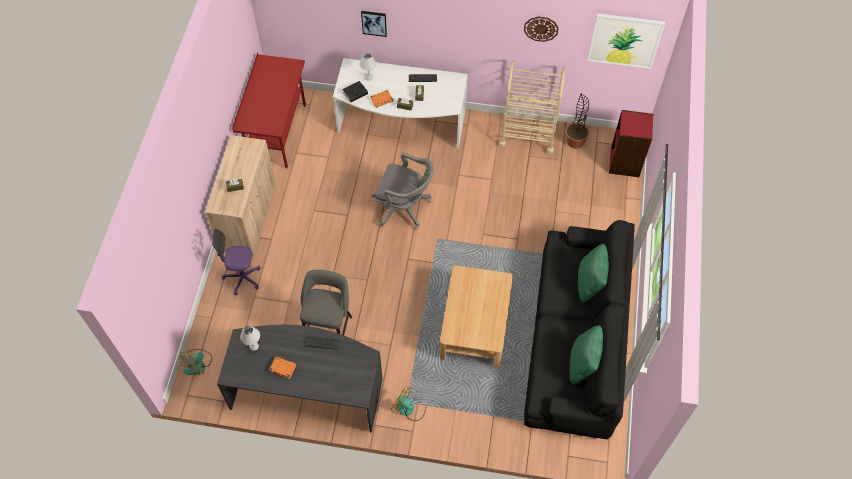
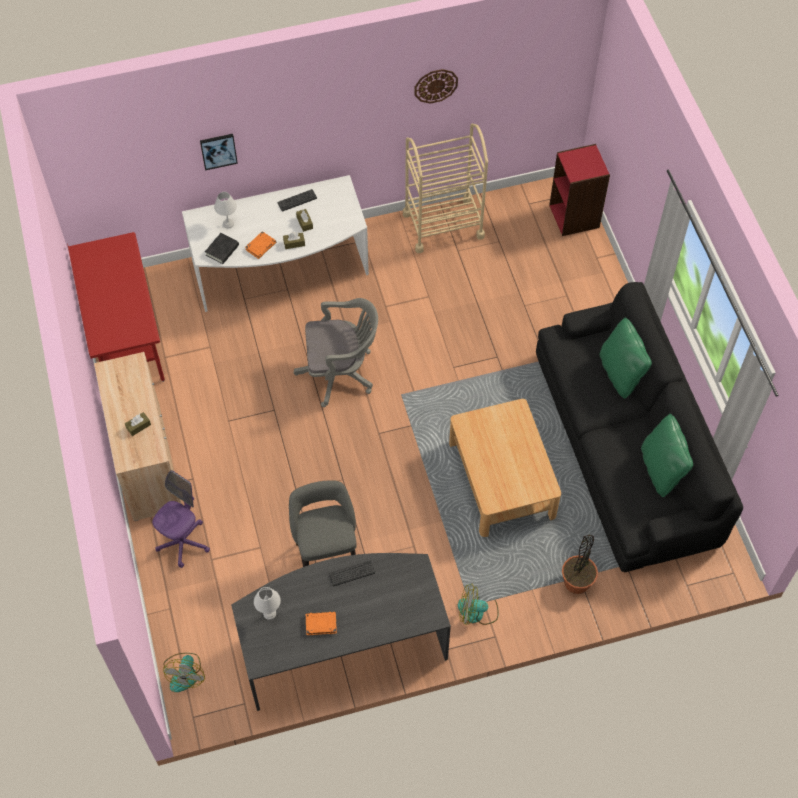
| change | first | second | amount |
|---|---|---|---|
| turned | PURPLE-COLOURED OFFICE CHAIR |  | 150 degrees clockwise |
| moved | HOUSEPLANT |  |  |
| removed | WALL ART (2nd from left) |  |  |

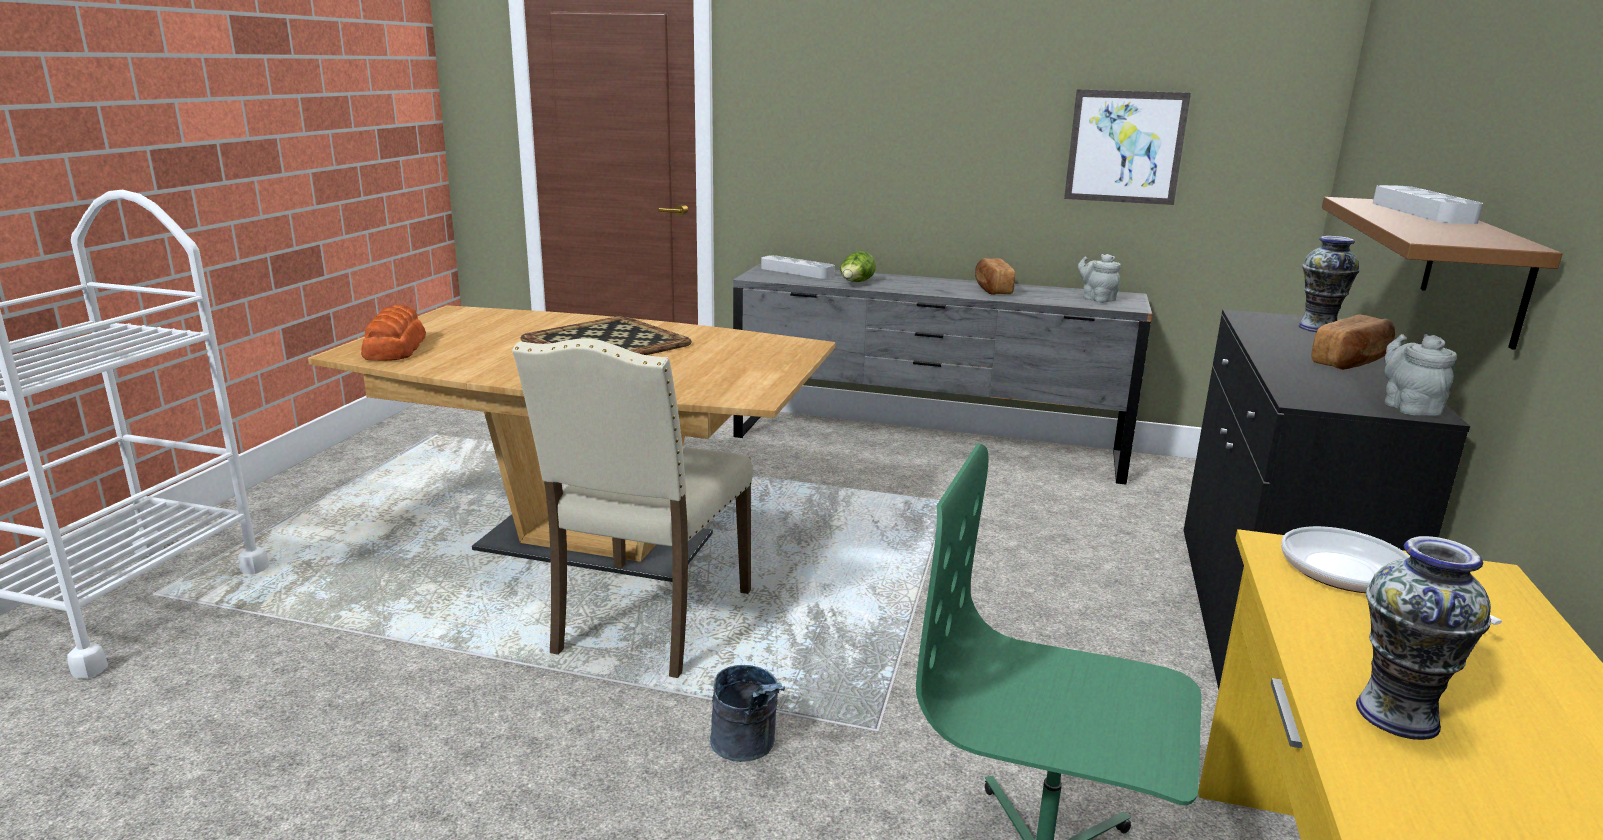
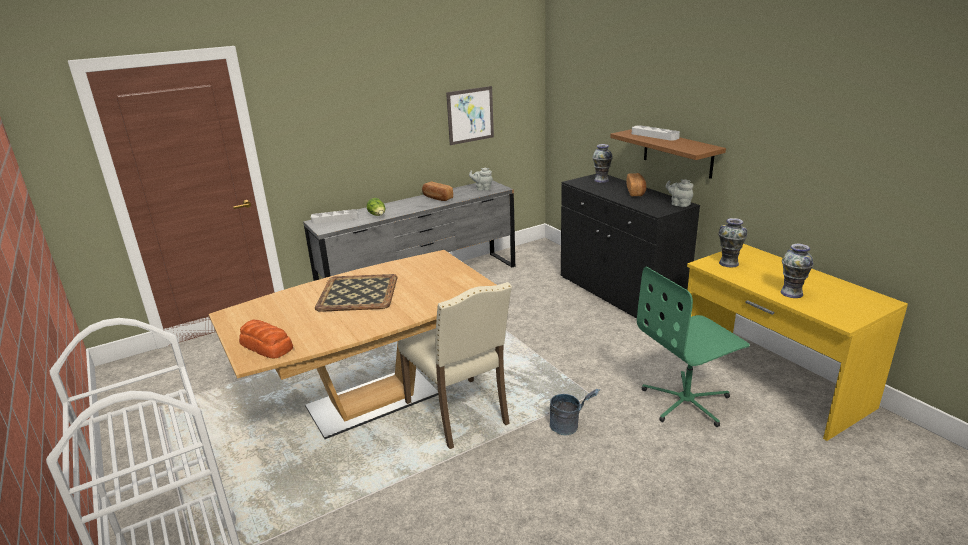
| change | first | second | amount |
|---|---|---|---|
| replaced | SKILLET | FLOWER VASE (2nd from left) |  |

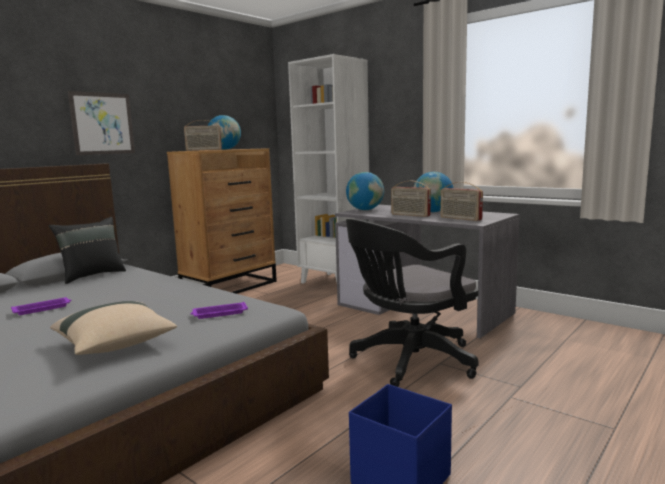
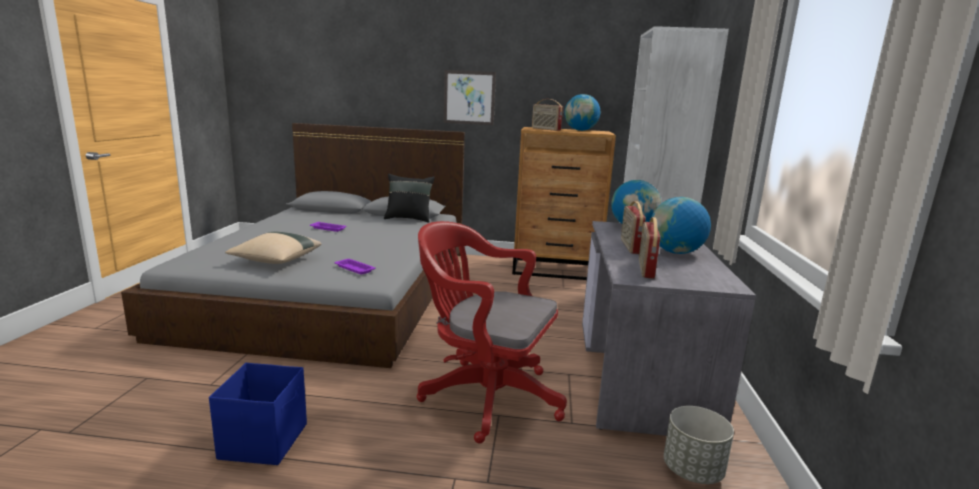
| change | first | second | amount |
|---|---|---|---|
| recoloured | BLACK OFFICE CHAIR | REDDISH OFFICE CHAIR |  |
| added |  | GRAY FLOWER POT |  |

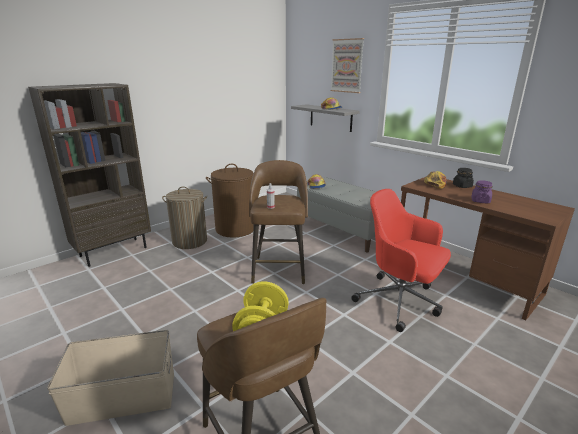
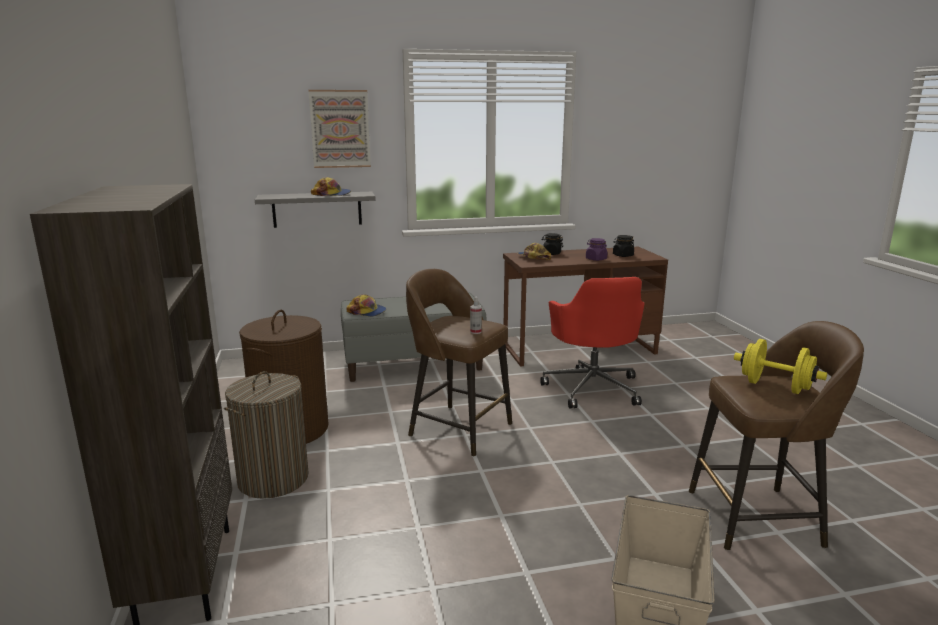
| change | first | second | amount |
|---|---|---|---|
| turned | REDDISH OFFICE CHAIR |  | 75 degrees counterclockwise |
| added |  | BLACK JAR (2nd from left) |  |

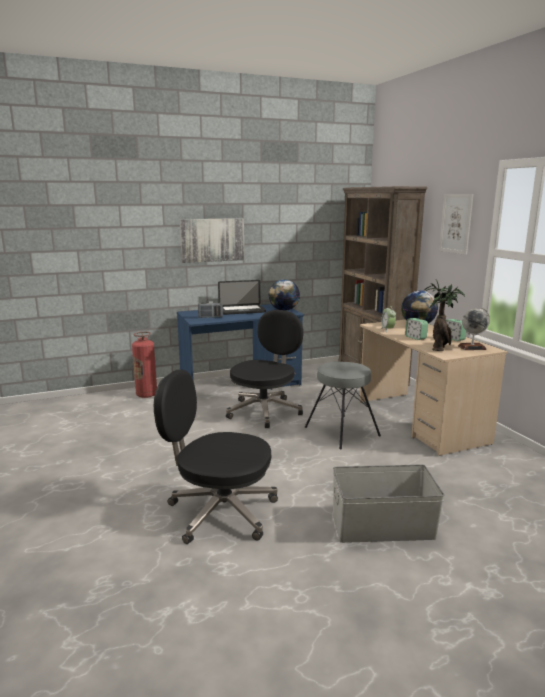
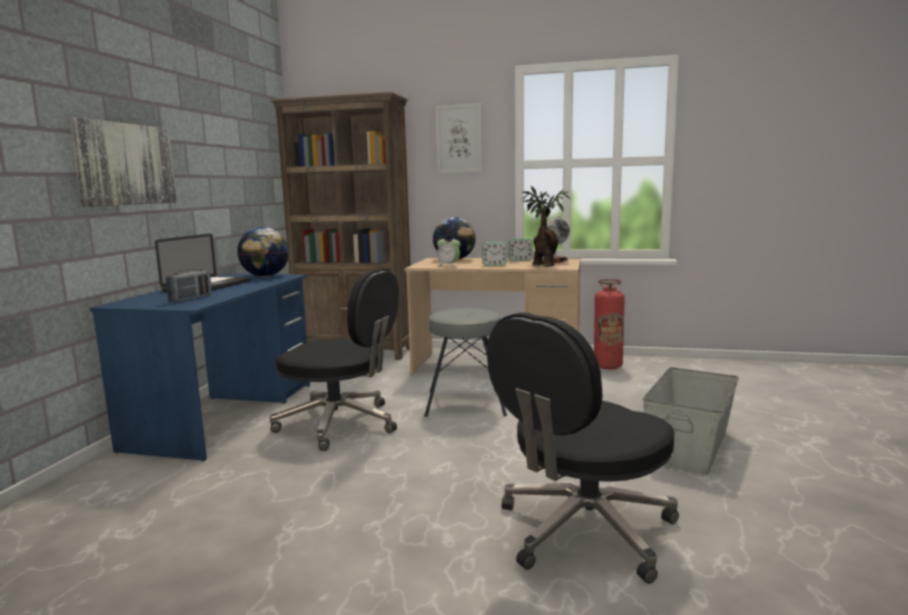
| change | first | second | amount |
|---|---|---|---|
| turned | BLACK OFFICE CHAIR (2nd from left in the first image) | BLACK OFFICE CHAIR (1st from left) | 135 degrees clockwise |
| moved | EXTINGUISHER |  |  |

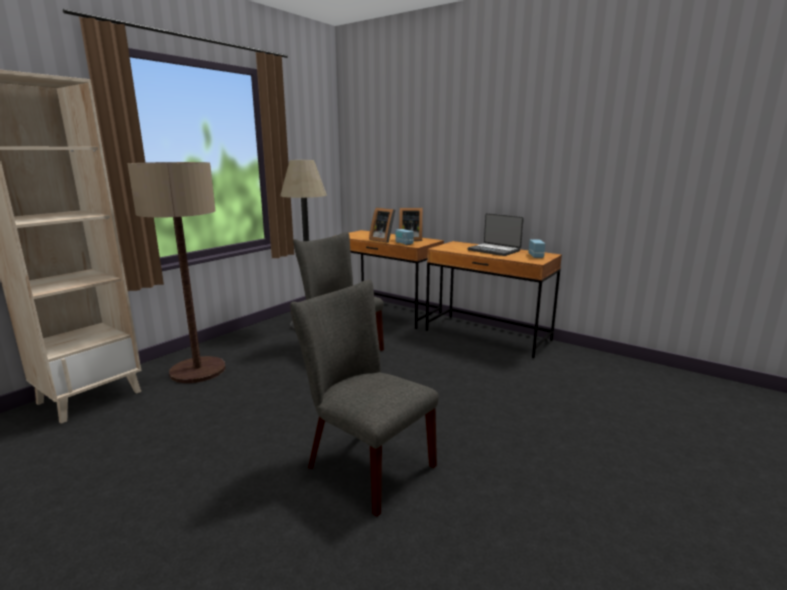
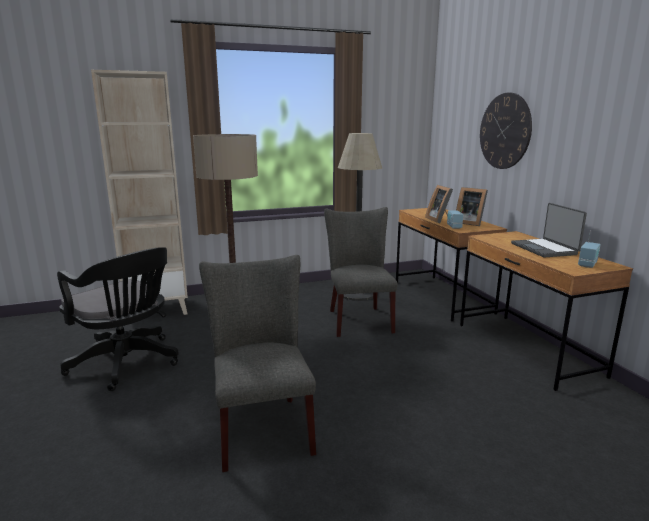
| change | first | second | amount |
|---|---|---|---|
| added |  | BLACK OFFICE CHAIR |  |
| added |  | HANGING CLOCK |  |

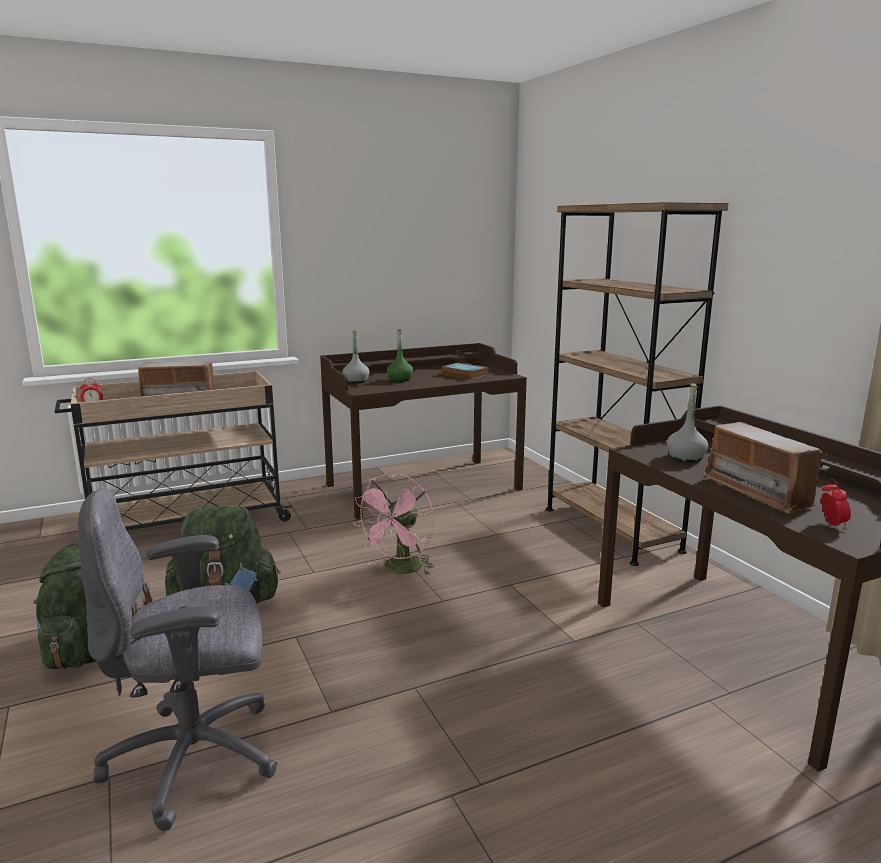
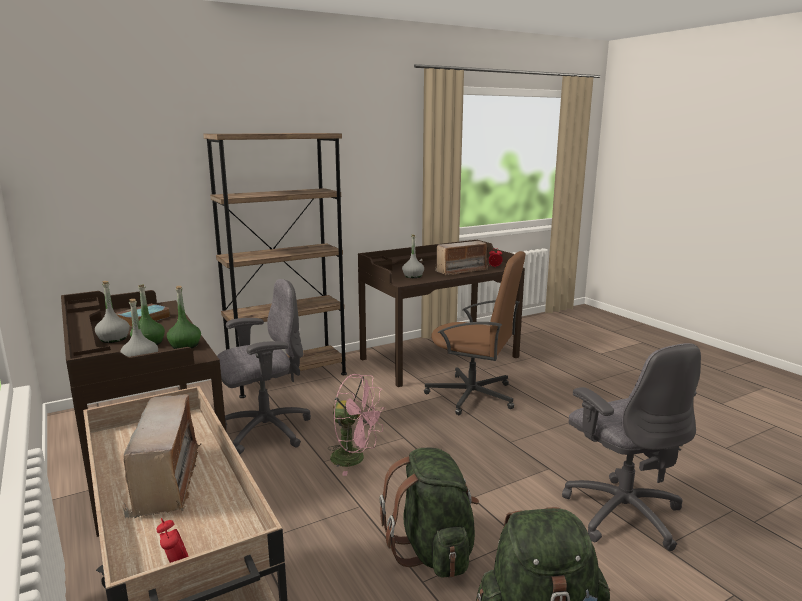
| change | first | second | amount |
|---|---|---|---|
| added |  | GRAY DRINK BOTTLE (1st from left) |  |
| added |  | GREENISH DRINK BOTTLE (2nd from left) |  |
| added |  | GRAY OFFICE CHAIR (1st from left) |  |
| added |  | BROWN-COLOURED OFFICE CHAIR |  |

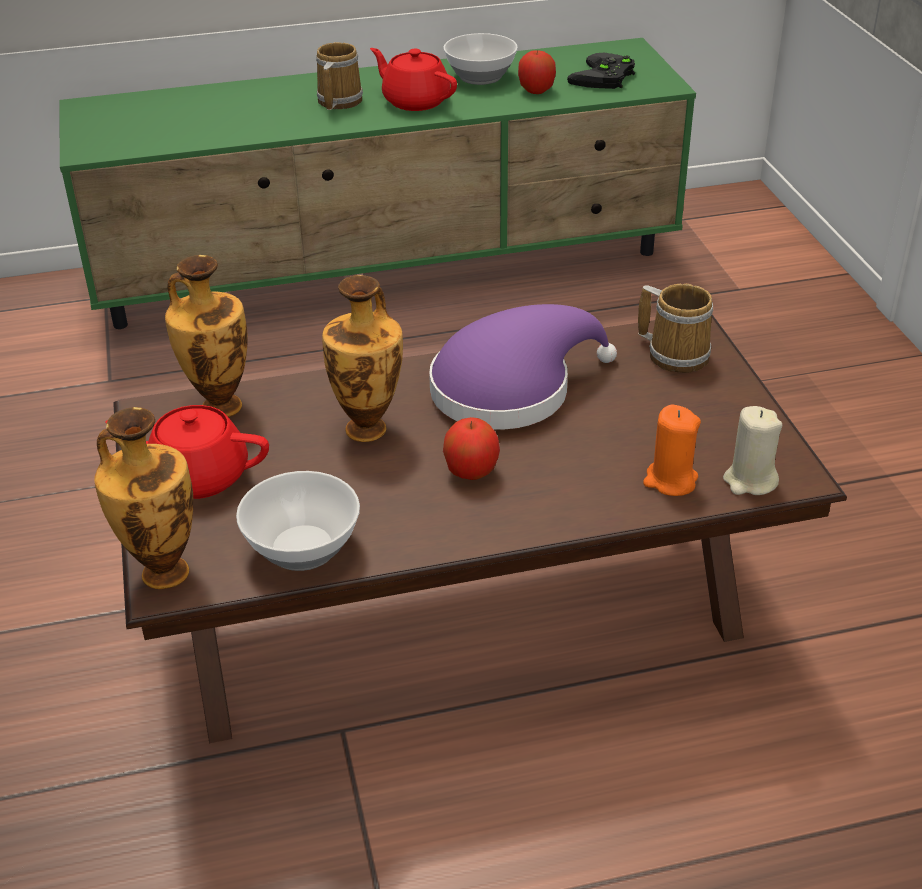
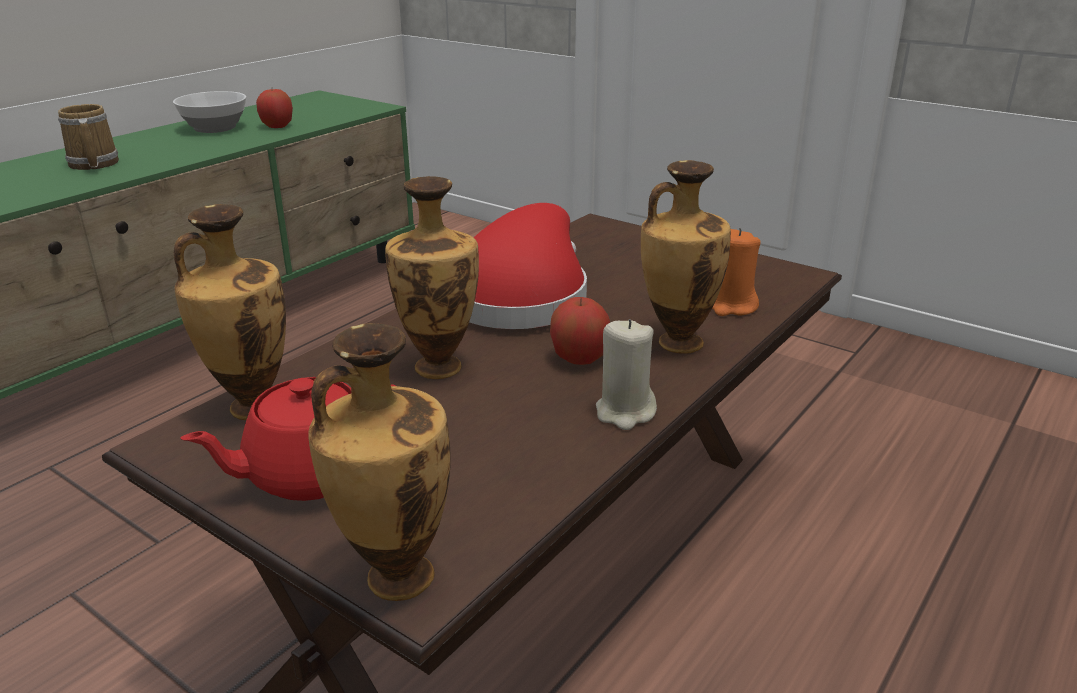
| change | first | second | amount |
|---|---|---|---|
| recoloured | PURPLE-COLOURED CLOTHING HAT | REDDISH CLOTHING HAT |  |
| moved | BEIGE-COLOURED CANDLE |  |  |
| added |  | FLOWER VASE (4th from left) |  |
| removed | BOWL (1st from left) |  |  |
| removed | REDDISH TEA POT (2nd from left) |  |  |
| removed | BLACK JOYPAD |  |  |
| removed | MUG (2nd from left) |  |  |

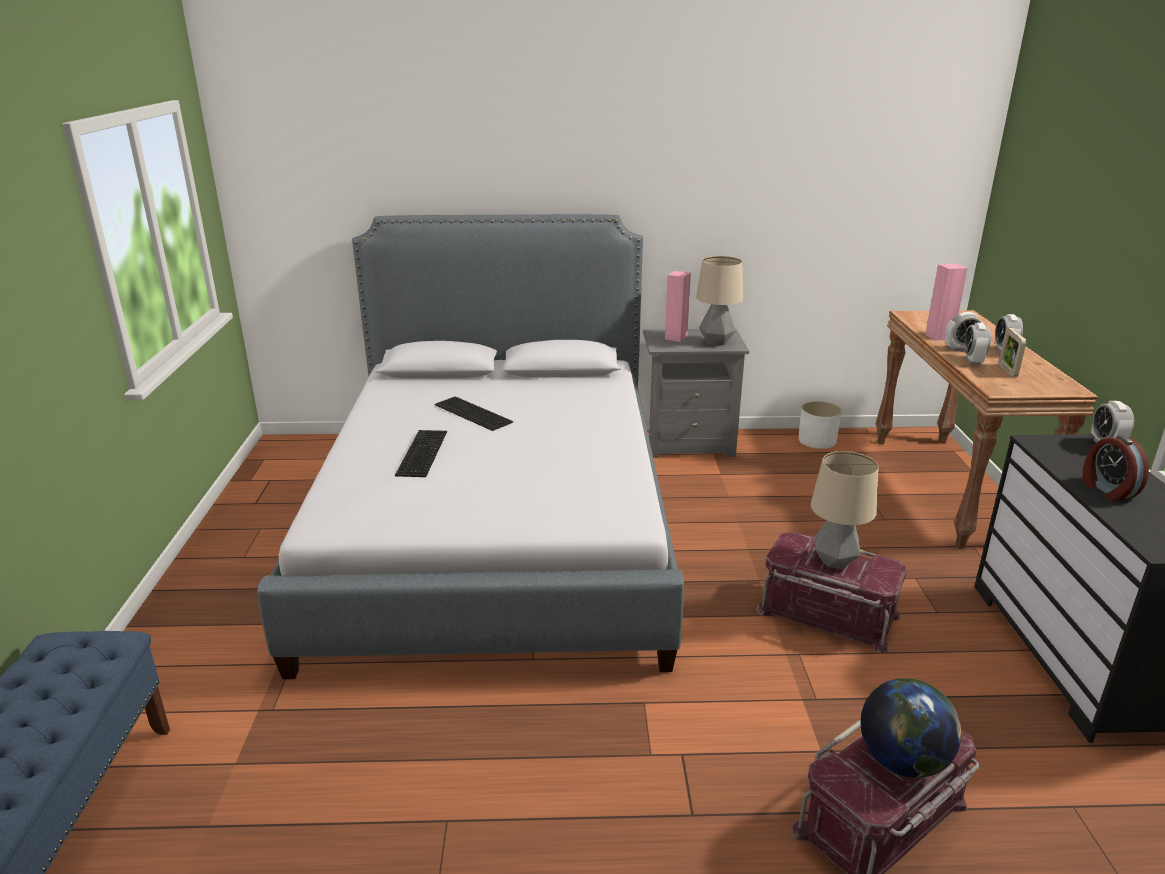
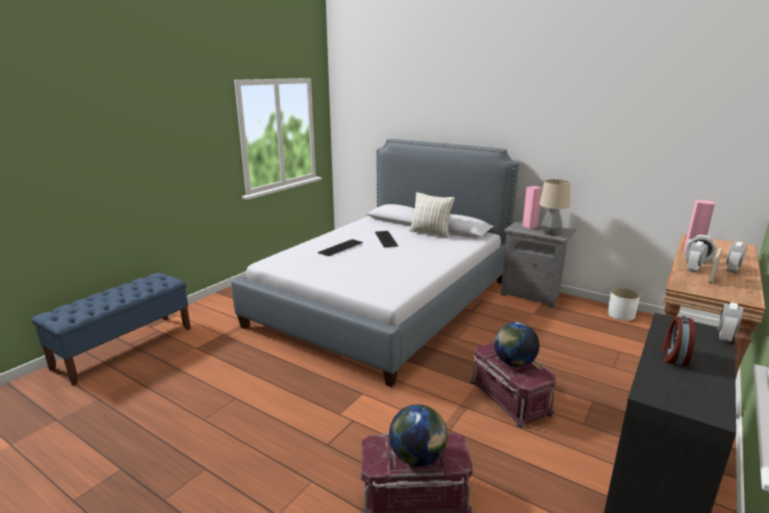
| change | first | second | amount |
|---|---|---|---|
| added |  | THROW PILLOW |  |
| replaced | LAMP FOR A TABLE (2nd from left) | DESK GLOBE (2nd from left) |  |

